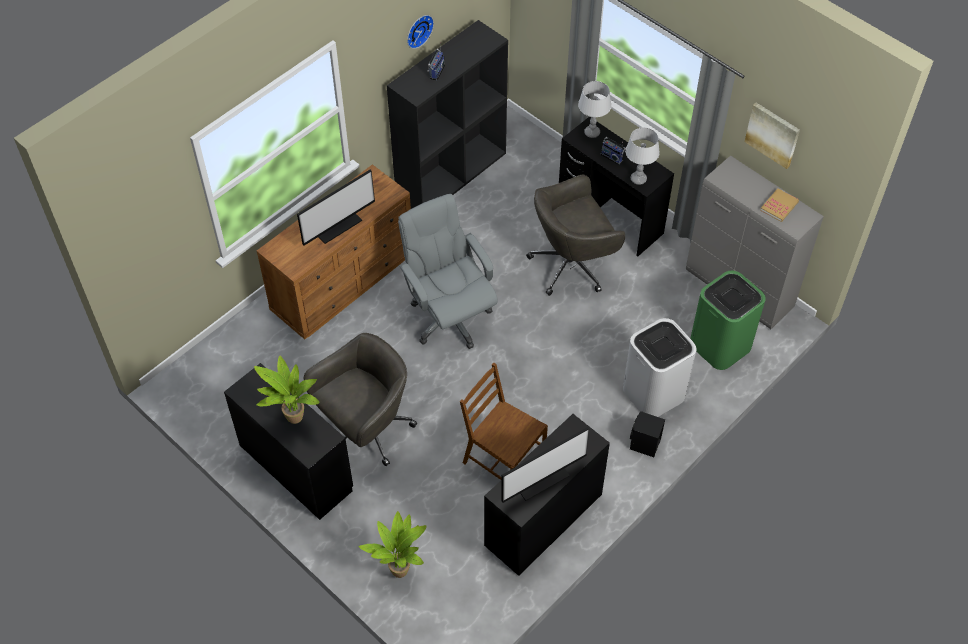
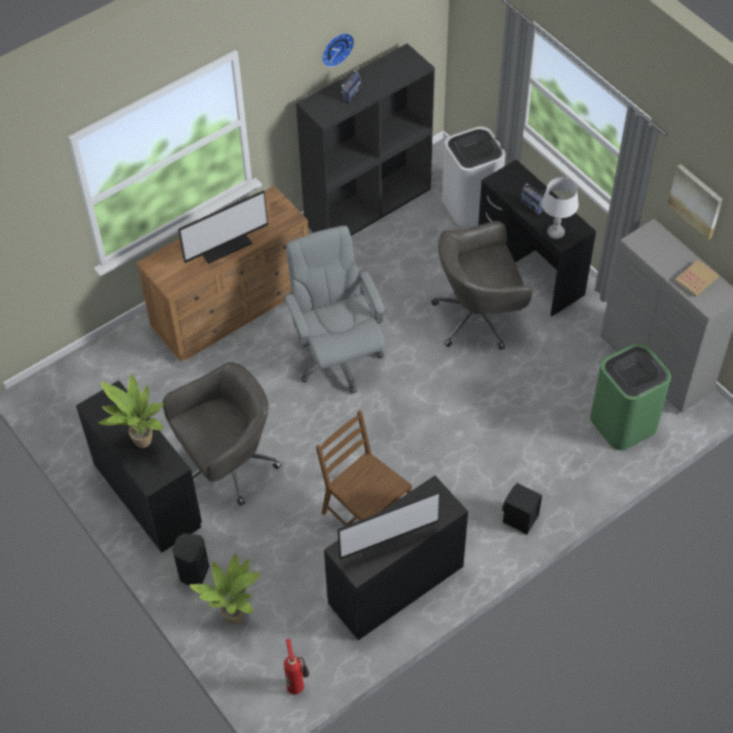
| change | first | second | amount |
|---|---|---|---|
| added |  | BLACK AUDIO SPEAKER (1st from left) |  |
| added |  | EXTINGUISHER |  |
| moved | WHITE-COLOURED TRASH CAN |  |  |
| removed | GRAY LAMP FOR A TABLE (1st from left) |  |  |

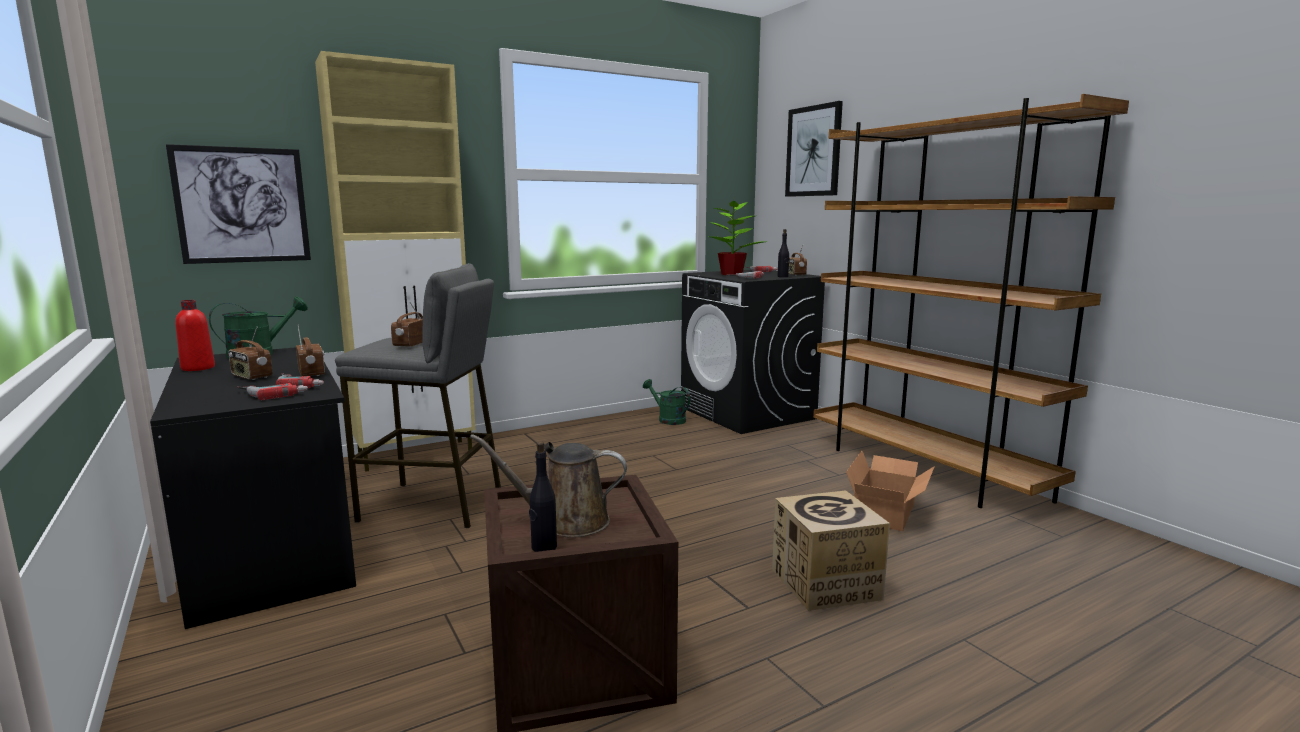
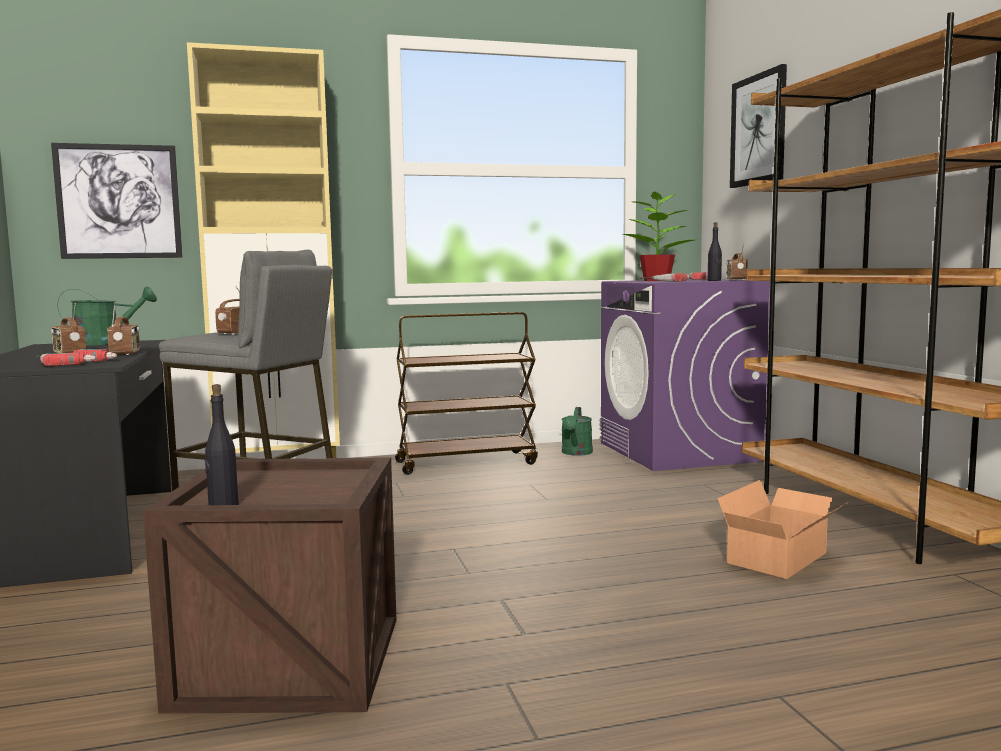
| change | first | second | amount |
|---|---|---|---|
| added |  | BROWN-COLOURED TROLLEY |  |
| turned | GREENISH WATERING CAN (2nd from left) |  | 135 degrees counterclockwise |
| recoloured | BLACK LAUNDRY APPLIANCE | PURPLE-COLOURED LAUNDRY APPLIANCE |  |
| removed | REDDISH DRINK BOTTLE |  |  |
| removed | BROWN-COLOURED WATERING CAN |  |  |
| removed | CARDBOARD BOX (1st from left) |  |  |

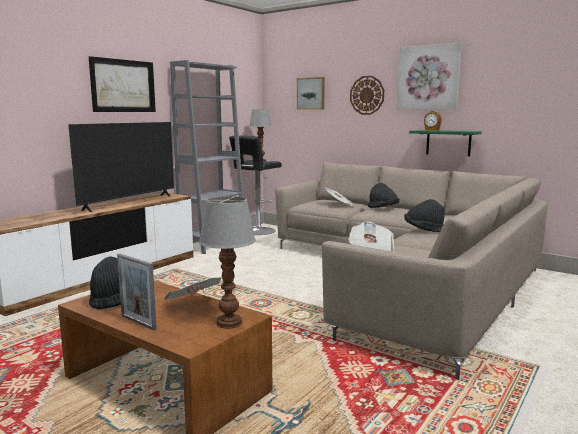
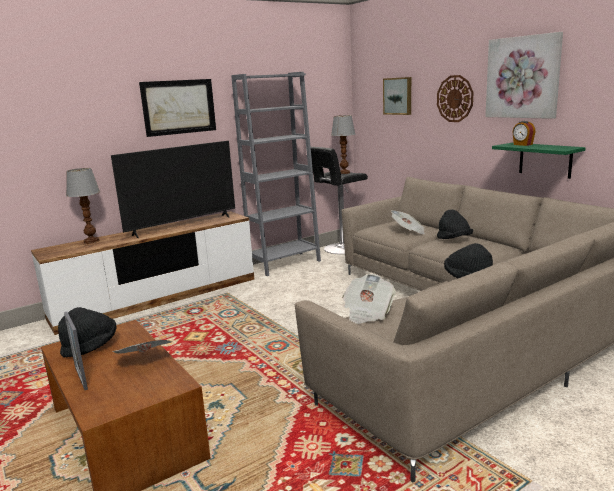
| change | first | second | amount |
|---|---|---|---|
| moved | LAMP FOR A TABLE (1st from left) |  |  |

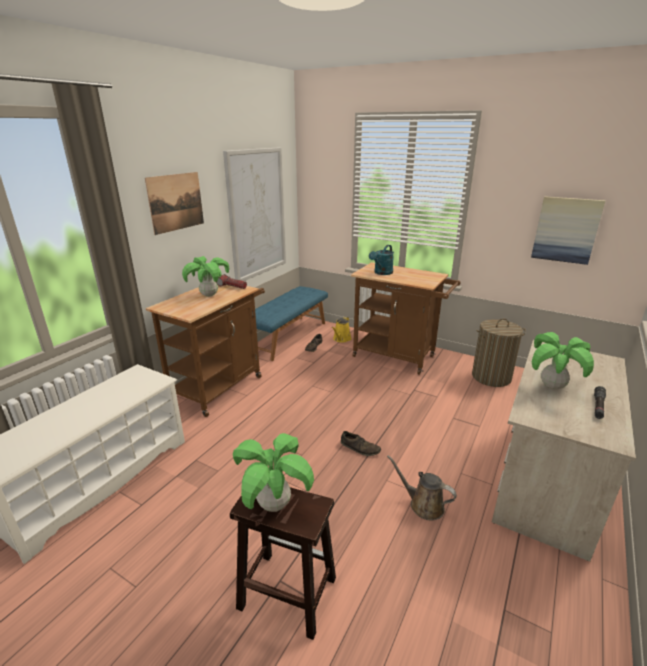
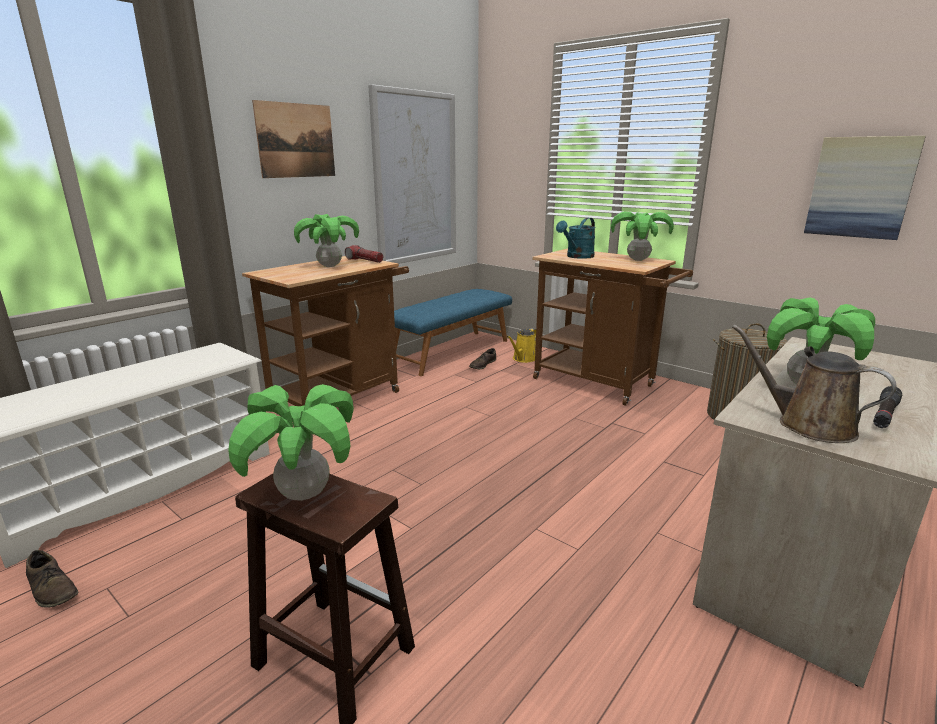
| change | first | second | amount |
|---|---|---|---|
| moved | BROWN-COLOURED SHOE (2nd from left in the first image) | BROWN-COLOURED SHOE (1st from left) |  |
| added |  | HOUSEPLANT (3rd from left) |  |
| moved | BROWN-COLOURED WATERING CAN |  |  |

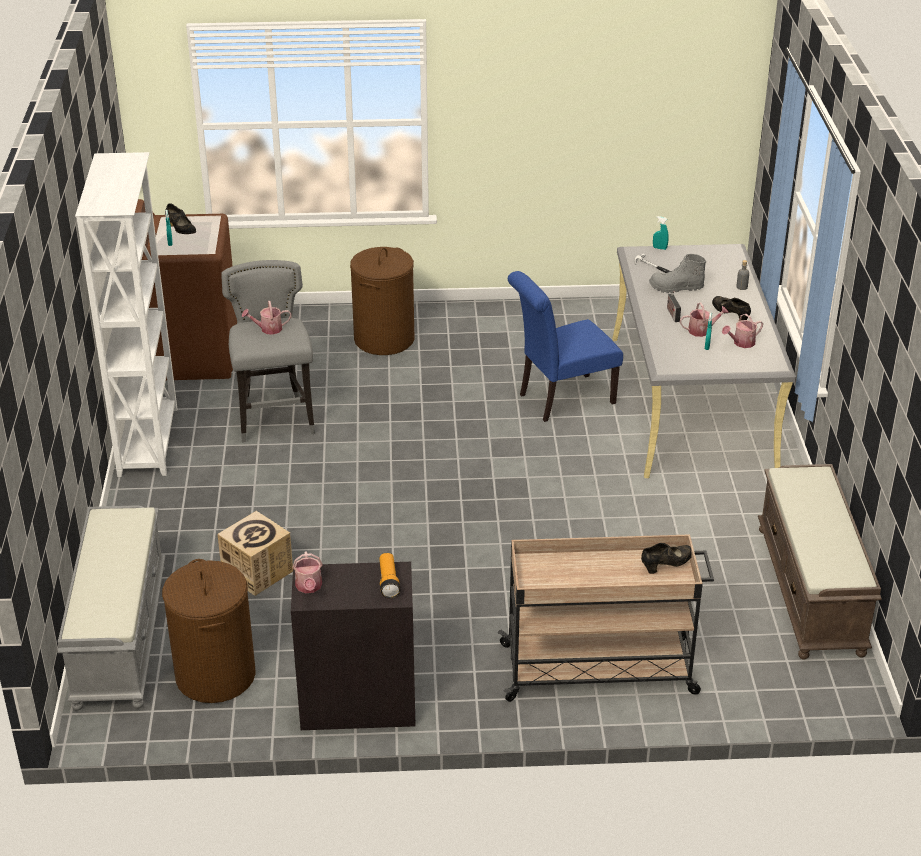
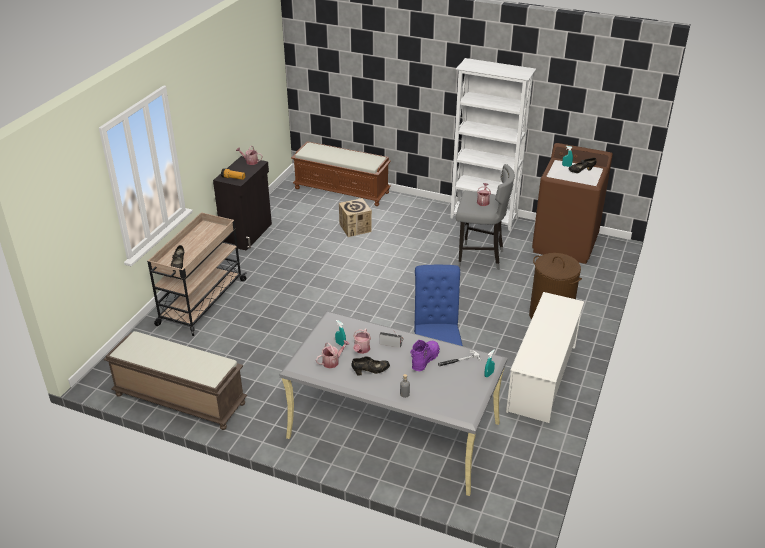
| change | first | second | amount |
|---|---|---|---|
| recoloured | GRAY INDOOR BENCH | BROWN-COLOURED INDOOR BENCH (2nd from left) |  |
| turned | WATERING CAN (4th from left in the first image) | WATERING CAN (2nd from left) | 60 degrees clockwise |
| recoloured | GRAY TALL BOOT | PURPLE-COLOURED TALL BOOT |  |
| added |  | WHITE-COLOURED SHOE RACK |  |
| removed | BROWN-COLOURED WASHING BASKET (1st from left) |  |  |

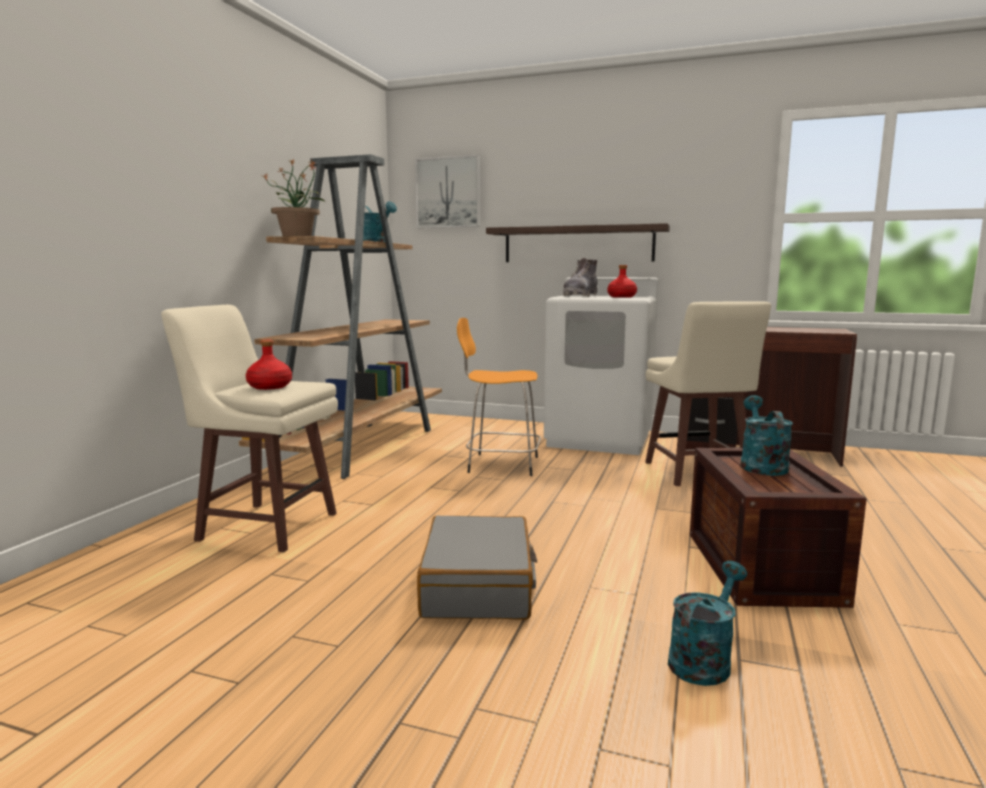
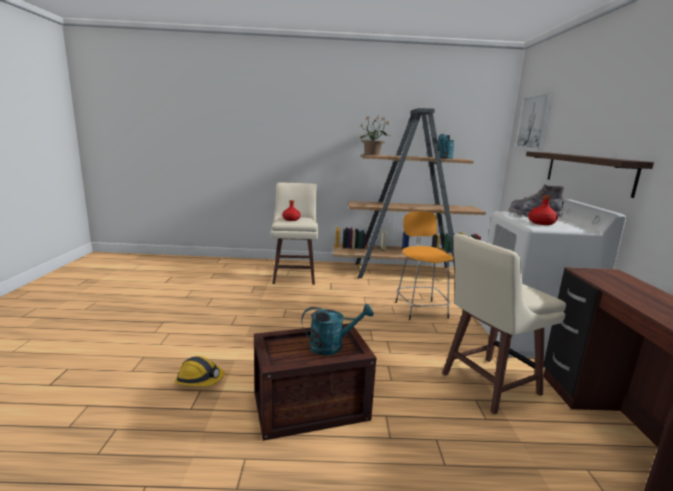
| change | first | second | amount |
|---|---|---|---|
| replaced | TURQUOISE WATERING CAN (2nd from left) | HARD HAT |  |
| removed | GRAY PIECE OF LUGGAGE |  |  |

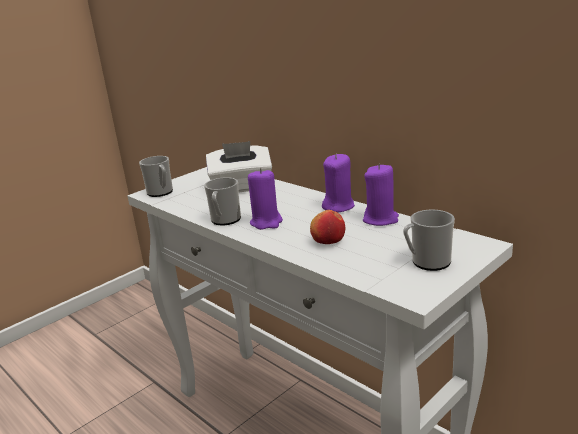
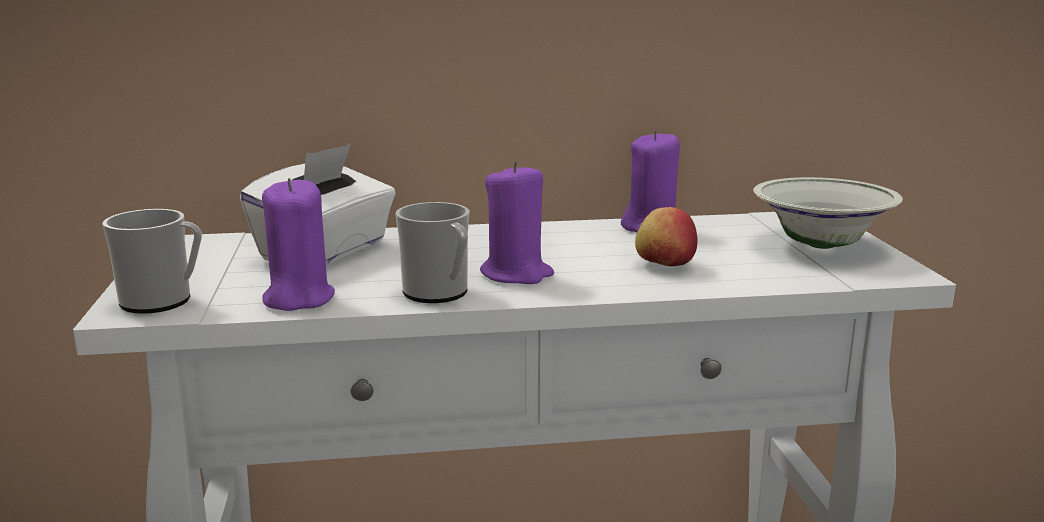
| change | first | second | amount |
|---|---|---|---|
| moved | PURPLE-COLOURED CANDLE (2nd from left in the first image) | PURPLE-COLOURED CANDLE (1st from left) |  |
| replaced | MUG (3rd from left) | WHITE-COLOURED BOWL |  |

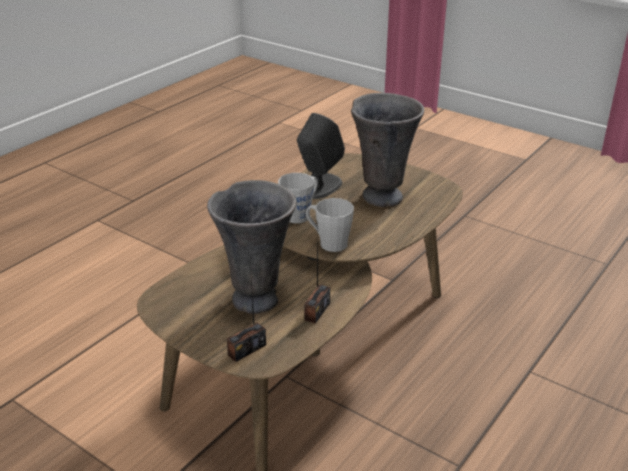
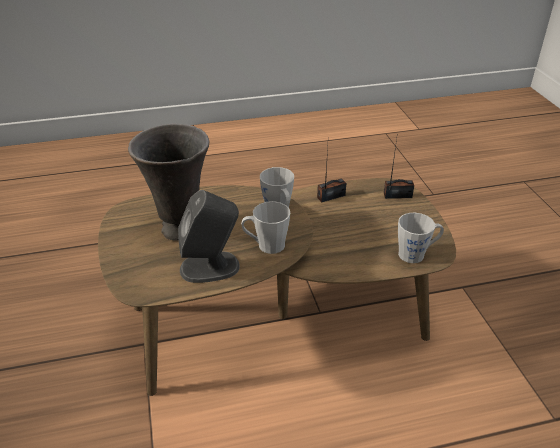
| change | first | second | amount |
|---|---|---|---|
| added |  | GRAY MUG (3rd from left) |  |
| removed | GRAY FLOWER VASE (1st from left) |  |  |

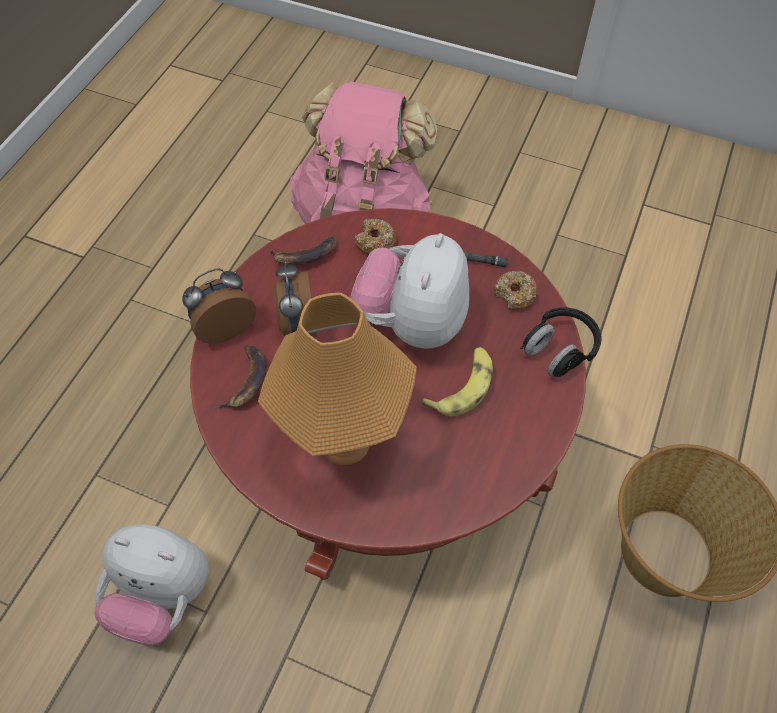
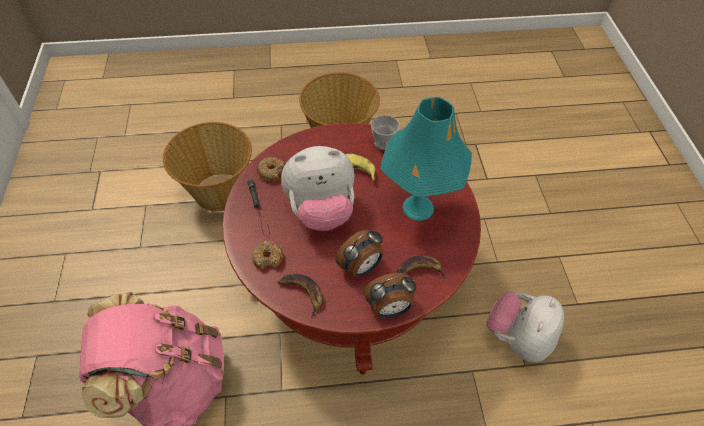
| change | first | second | amount |
|---|---|---|---|
| added |  | BASKET (1st from left) |  |
| turned | ALARM CLOCK (1st from left in the first image) | ALARM CLOCK (2nd from left) | 45 degrees counterclockwise |
| added |  | CUP |  |
| recoloured | ORANGE-COLOURED LAMP FOR A TABLE | TURQUOISE LAMP FOR A TABLE |  |
| turned | PLUSH TOY (1st from left in the first image) | PLUSH TOY (2nd from left) | 135 degrees counterclockwise |
| removed | BLACK HEADPHONES |  |  |

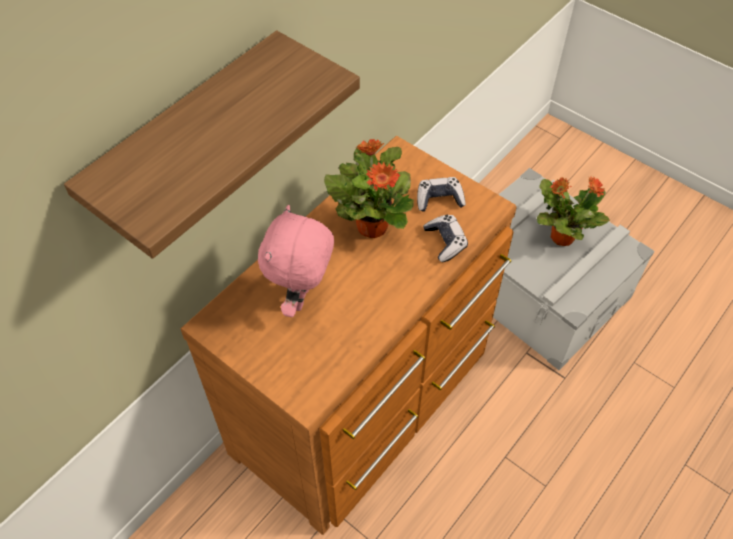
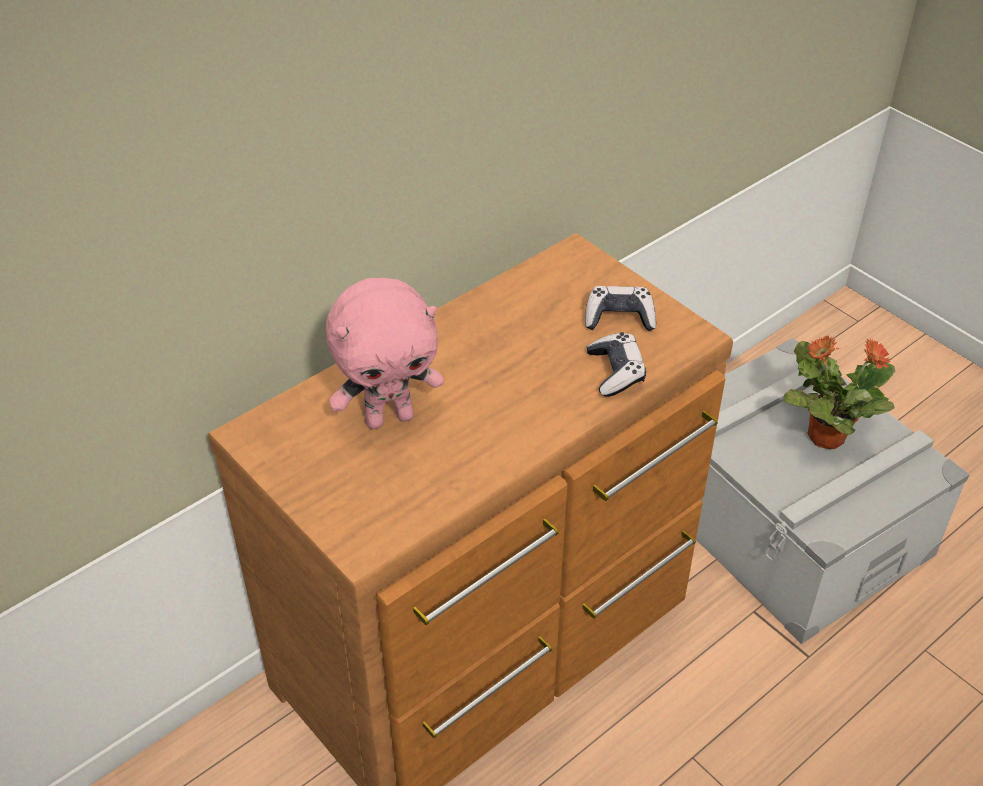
| change | first | second | amount |
|---|---|---|---|
| turned | PINK-COLOURED PLUSH TOY |  | 135 degrees counterclockwise |
| removed | WALL SHELF |  |  |
| removed | HOUSEPLANT (1st from left) |  |  |

